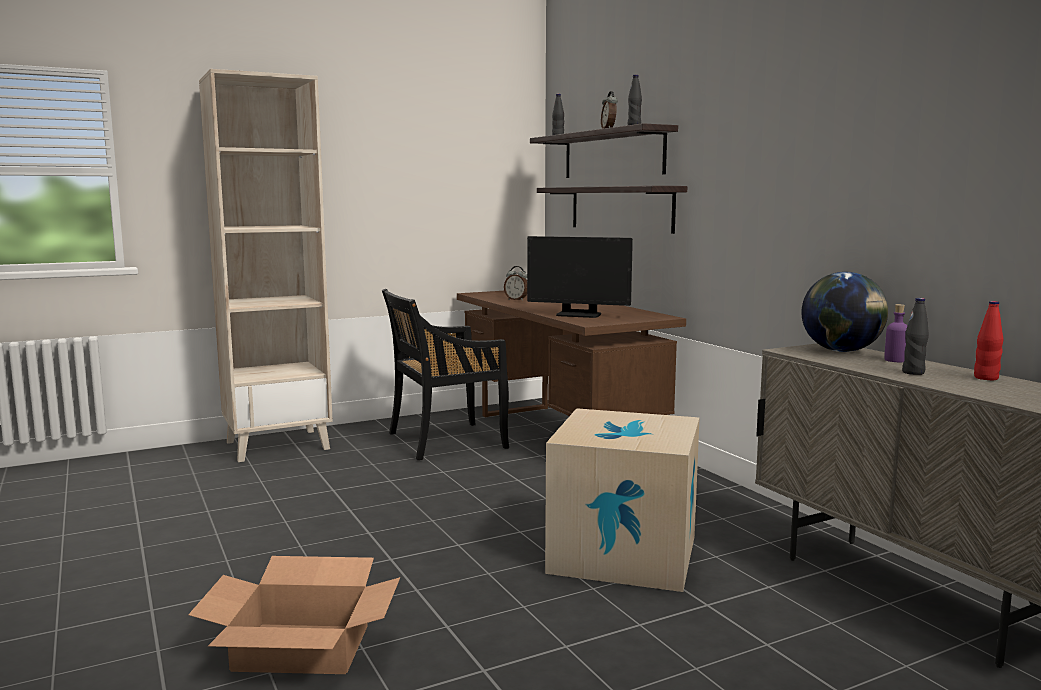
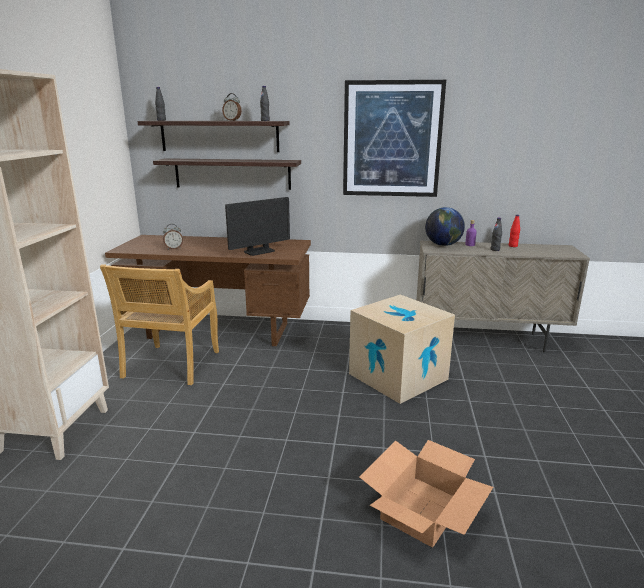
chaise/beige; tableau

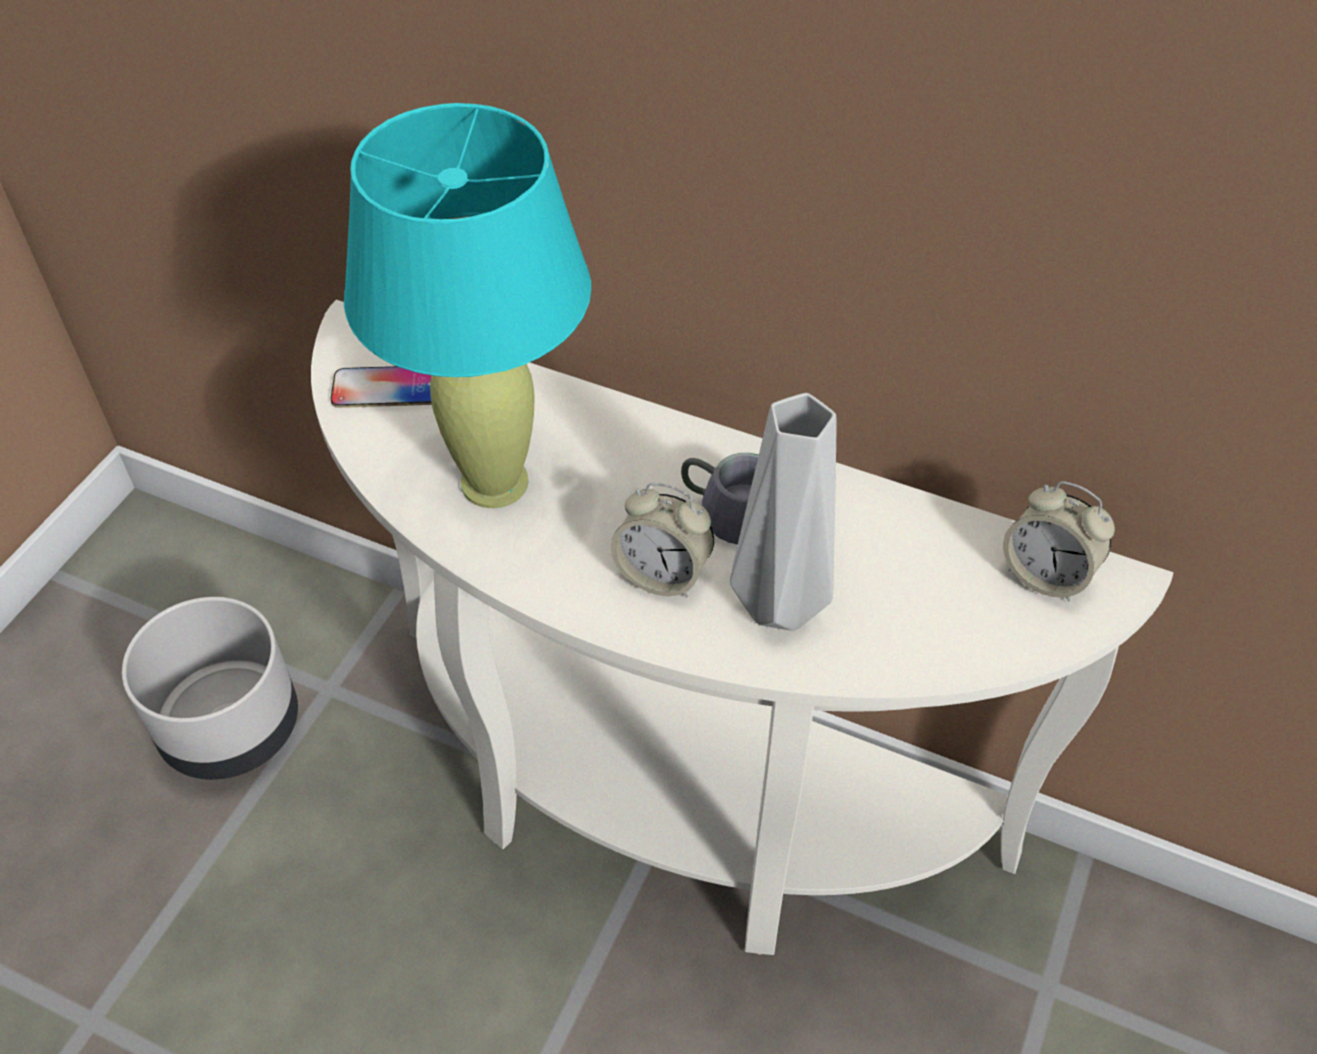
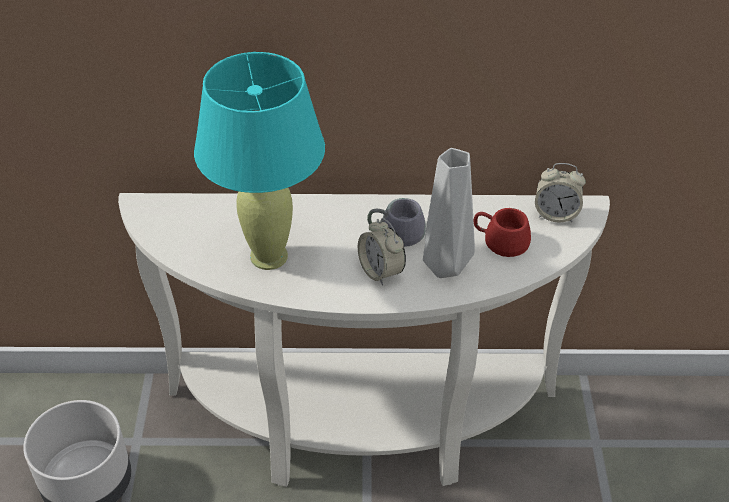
téléphone; réveil (no. 1 from left); mug/rouge

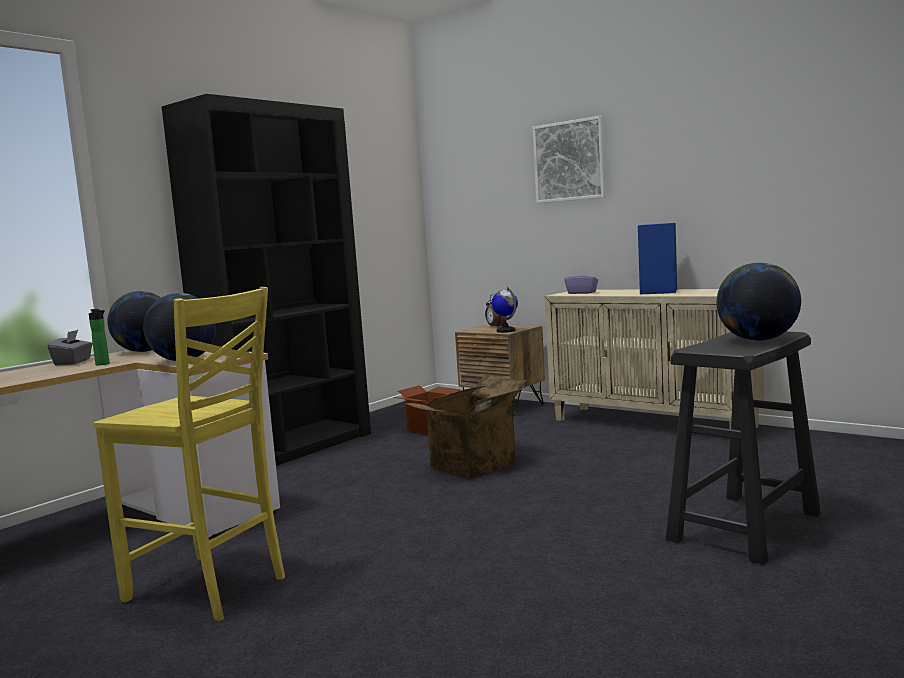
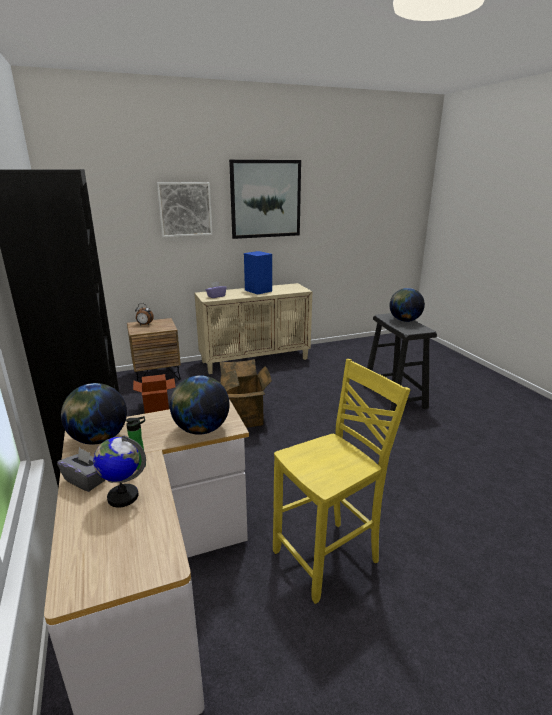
globe (no. 2 from left); tableau (no. 2 from left)

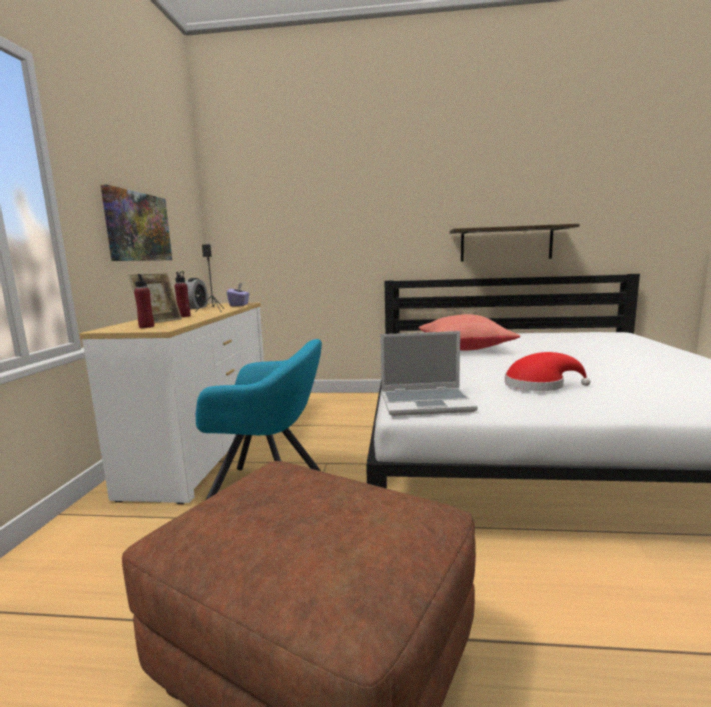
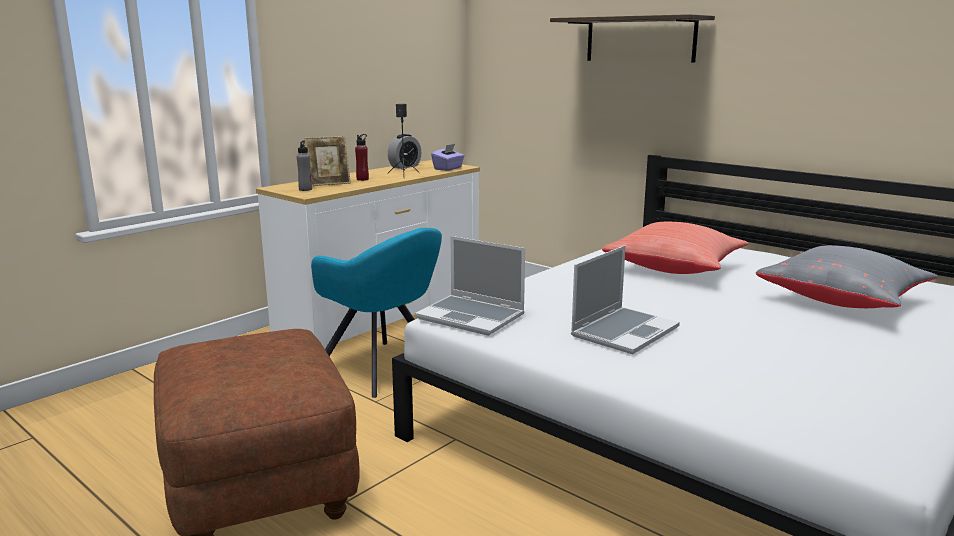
tableau; étagère; bouteille/gris; ordinateur portable (no. 2 from left); coussin/gris

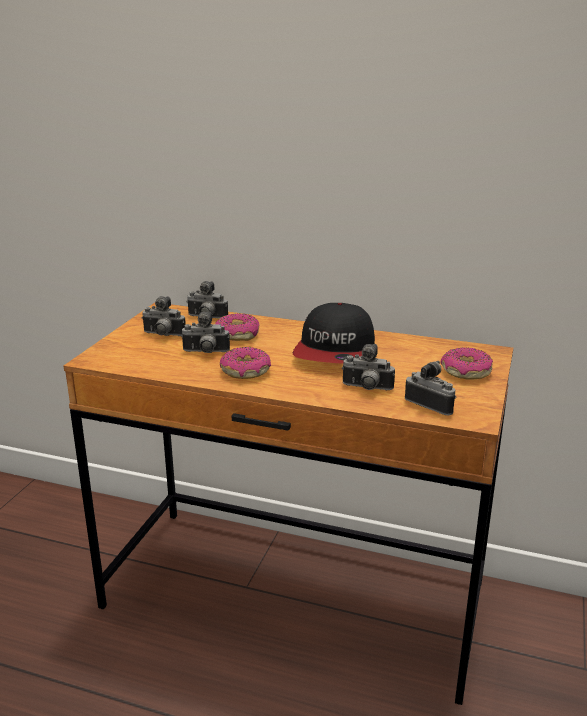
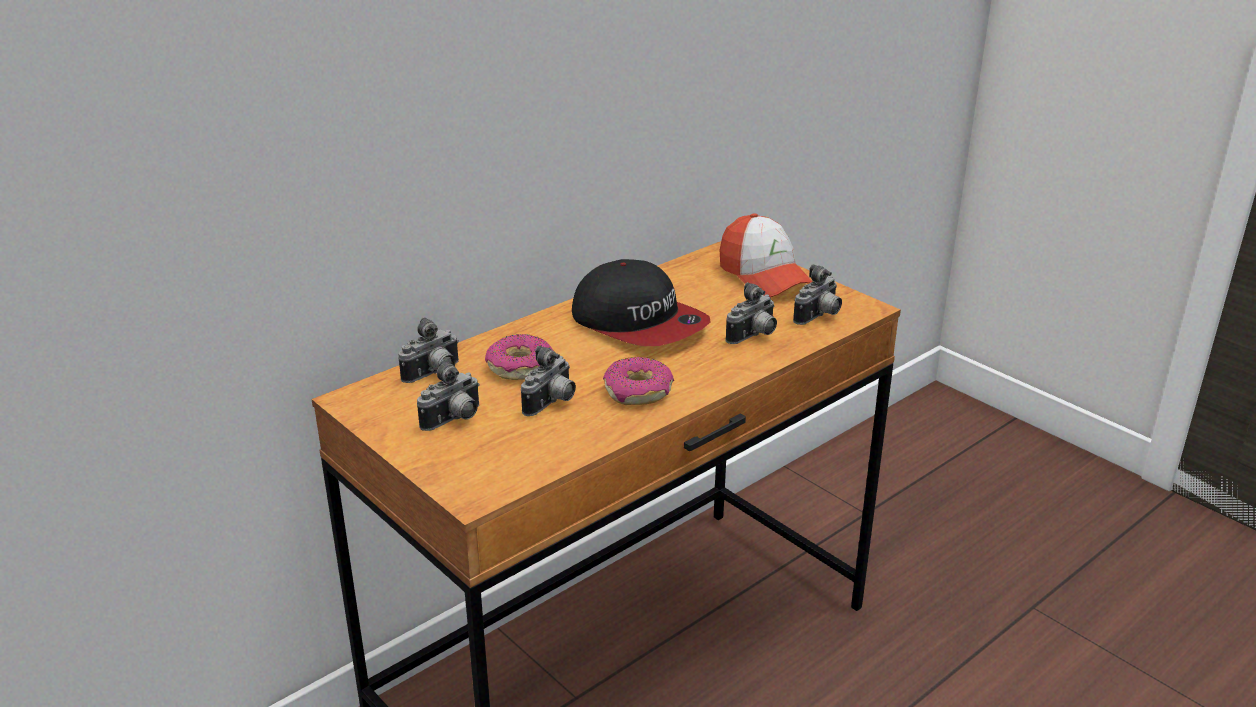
casquette (no. 2 from left); appareil photo (no. 5 from left)

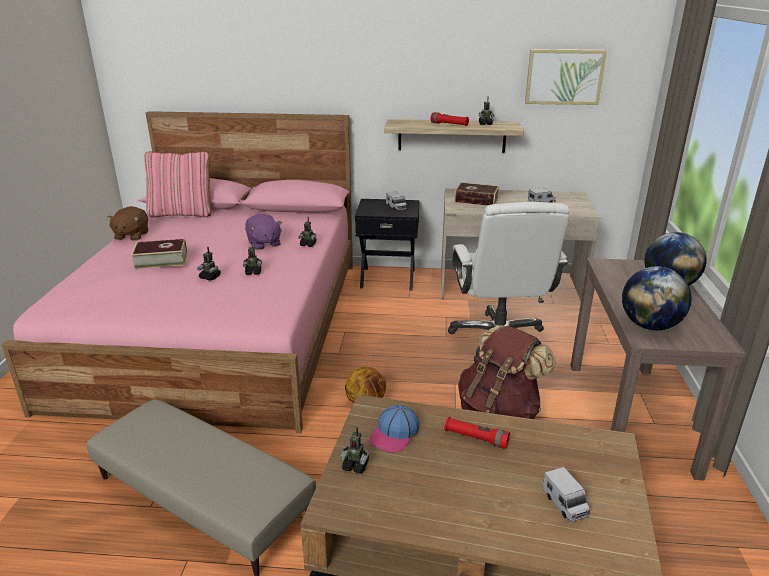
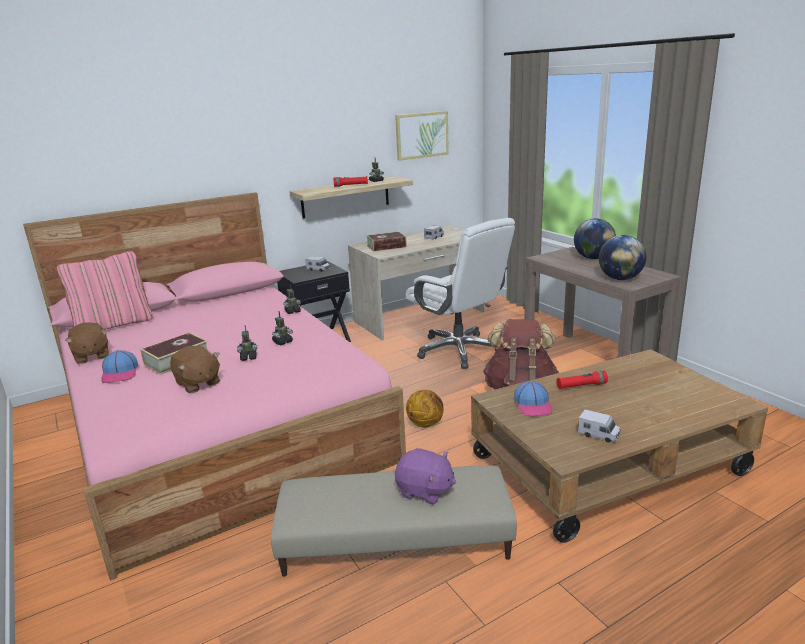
peluche/violet; robot jouet (no. 4 from left in the first image); camion jouet (no. 3 from left); peluche/marron (no. 2 from left); casquette (no. 1 from left)

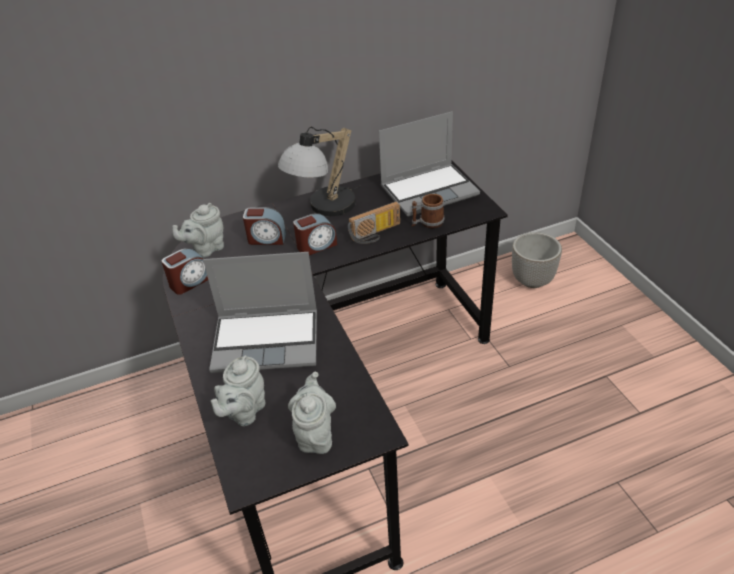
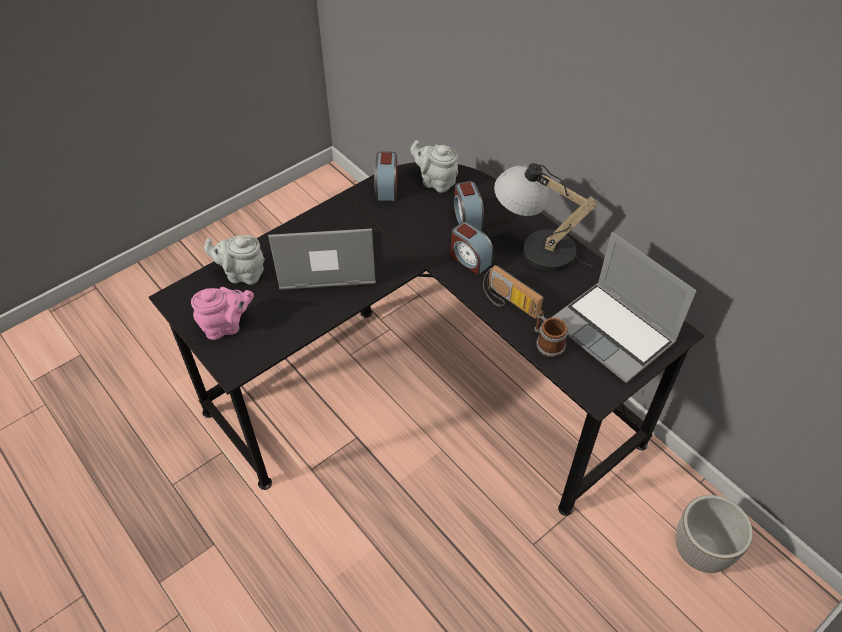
réveil (no. 1 from left); ordinateur portable (no. 1 from left); théière/rose

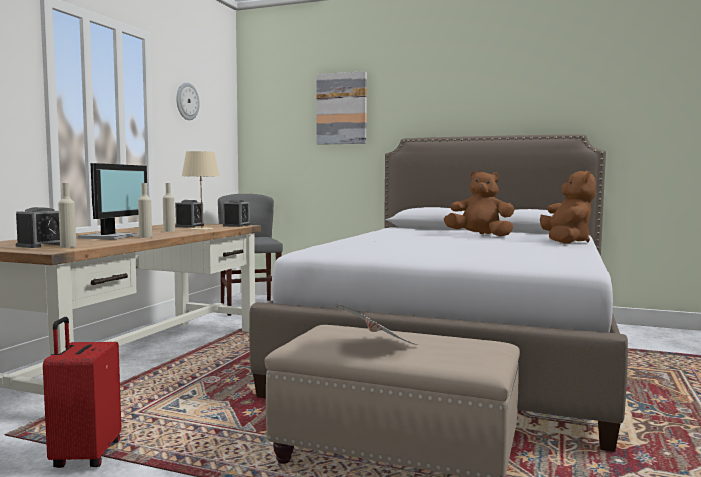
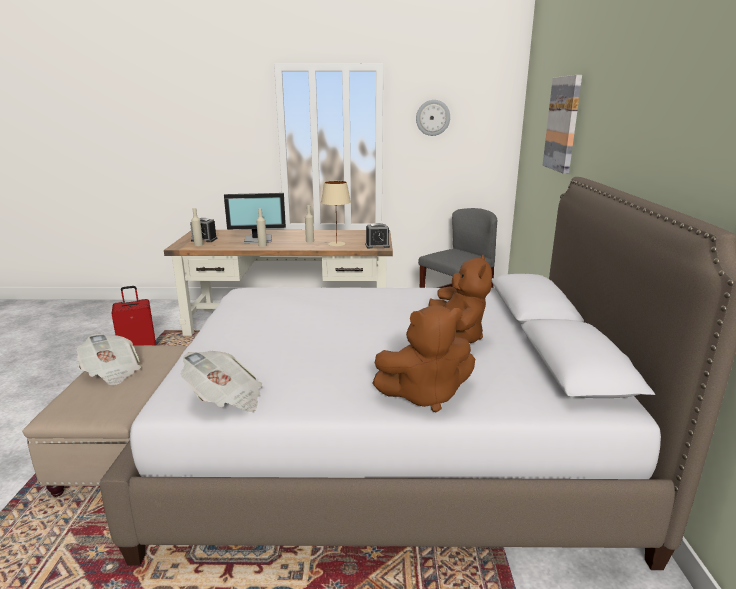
réveil (no. 2 from left in the first image); journal (no. 2 from left)

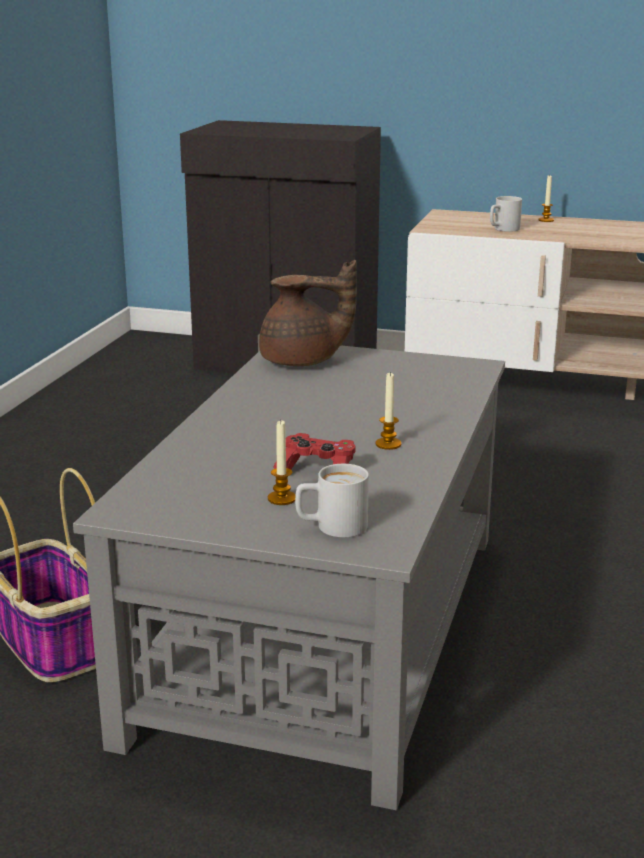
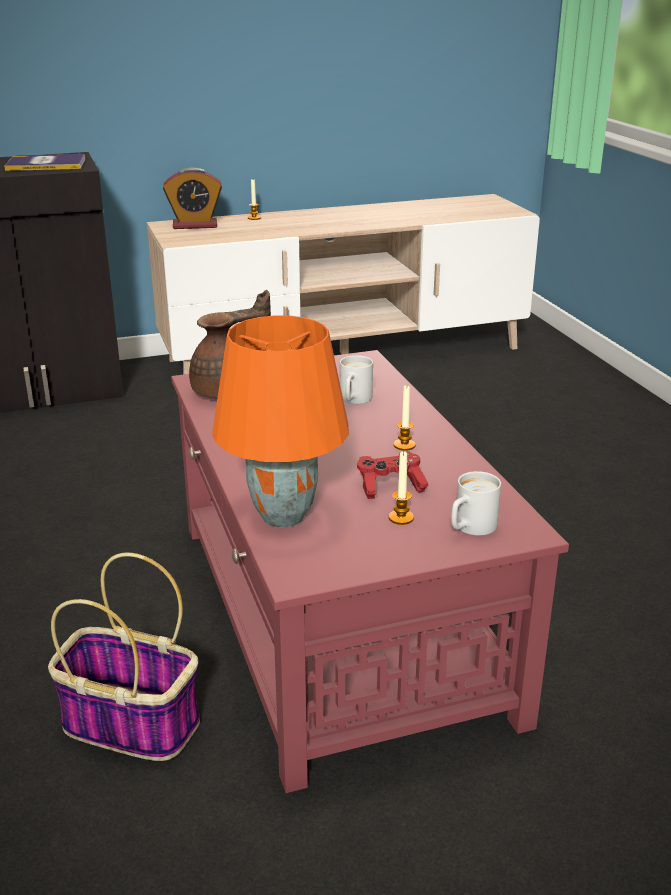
mug/blanc (no. 1 from left); table basse/rouge; livre; réveil; lampe de table/orange

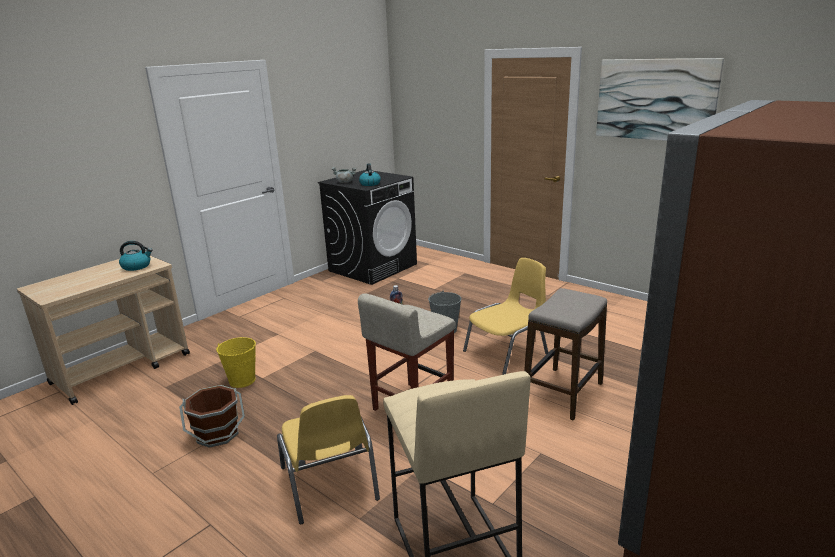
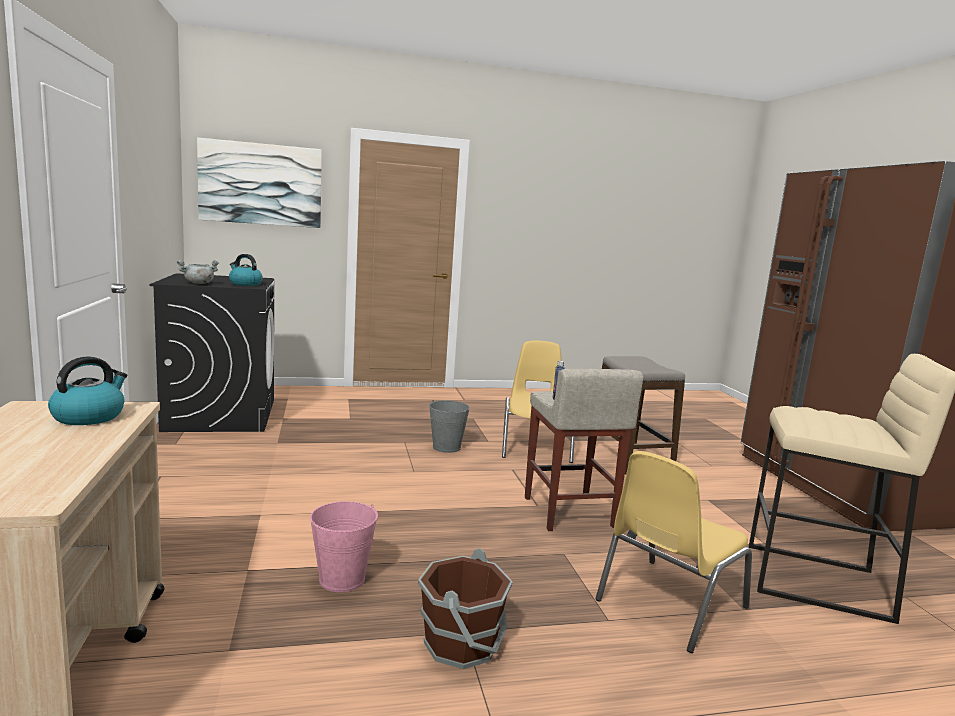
tableau; seau/rose; chaise/jaune (no. 2 from left)

